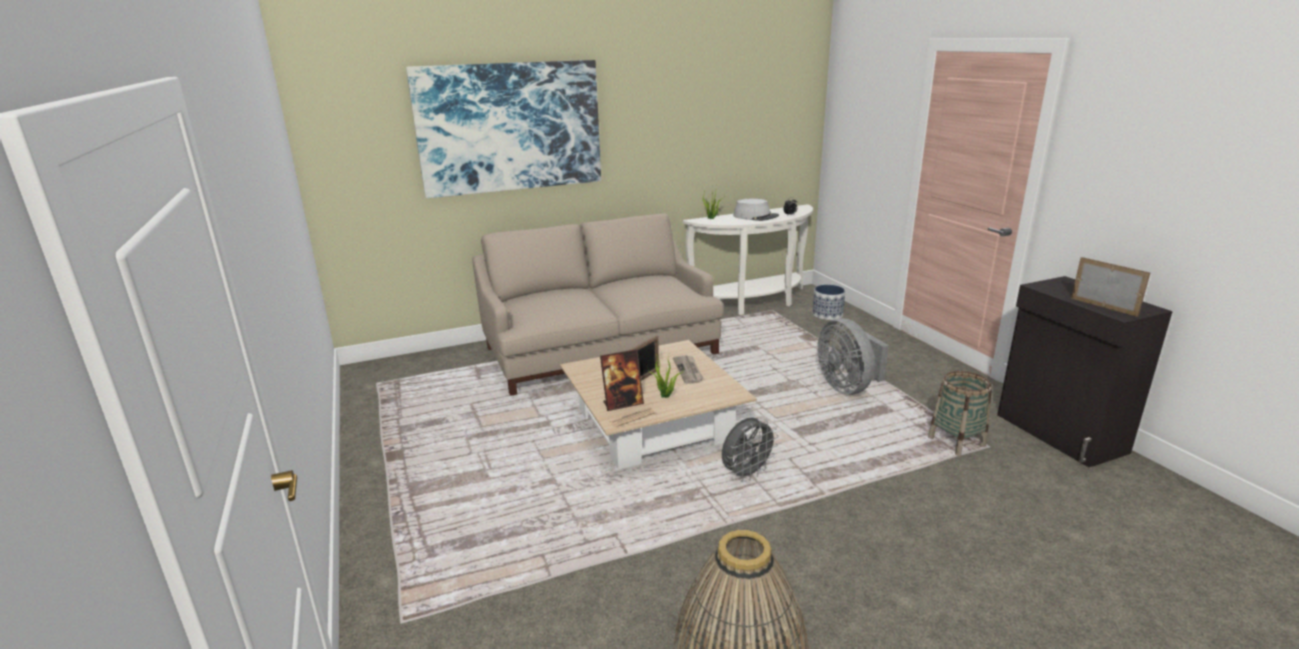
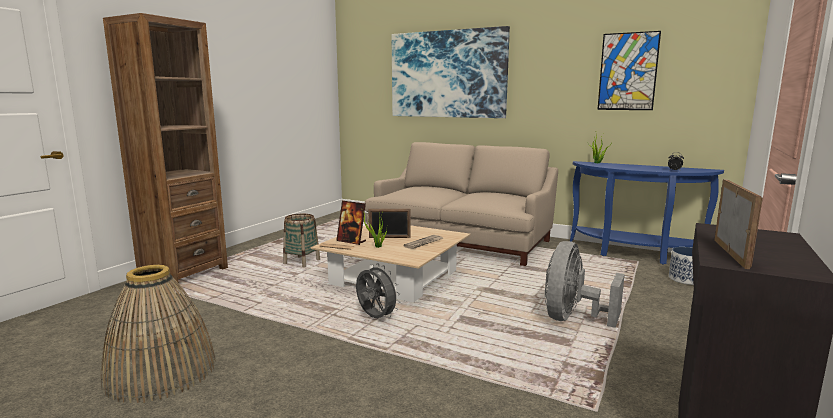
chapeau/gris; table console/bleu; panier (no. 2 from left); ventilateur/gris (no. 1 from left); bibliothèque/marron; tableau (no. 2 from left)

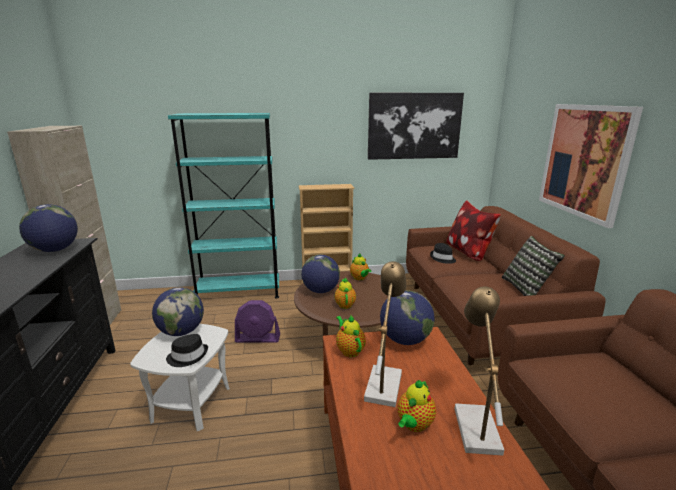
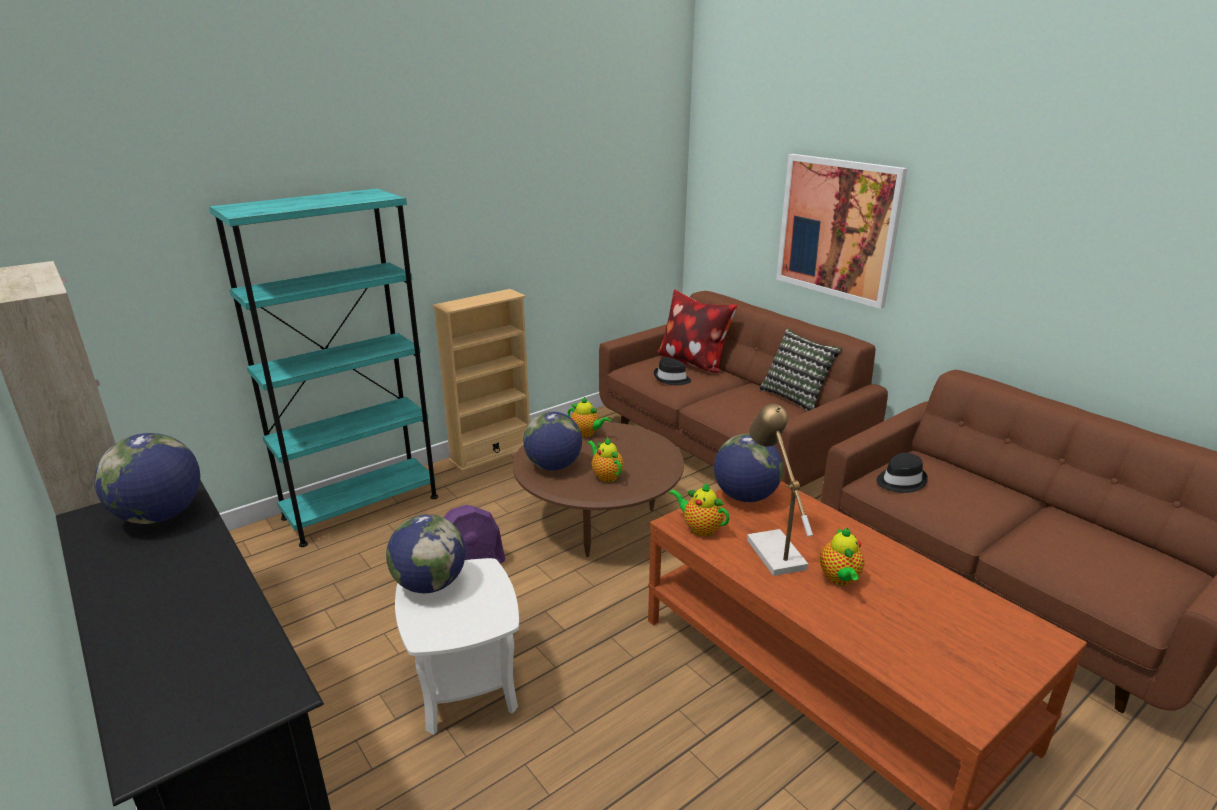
tableau (no. 1 from left in the first image); lampe de table (no. 2 from left in the first image); chapeau/noir (no. 2 from left)

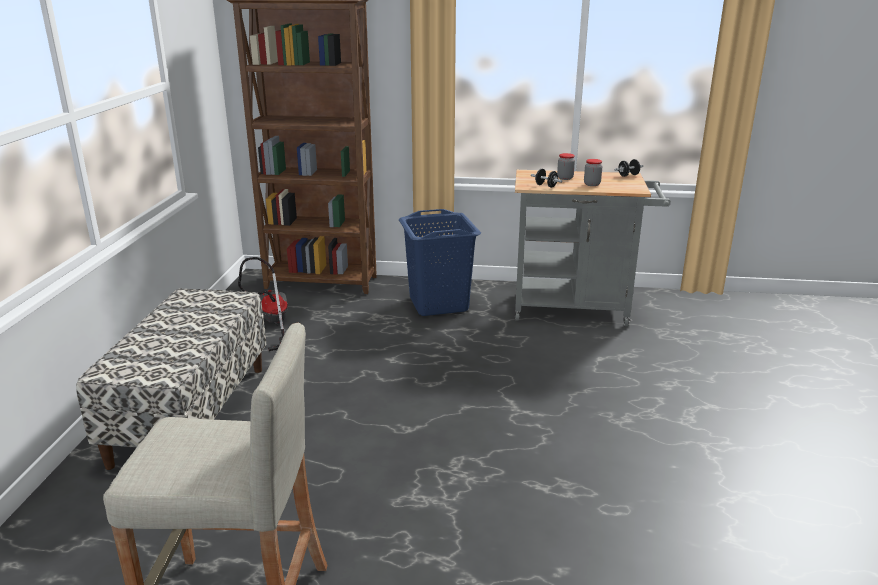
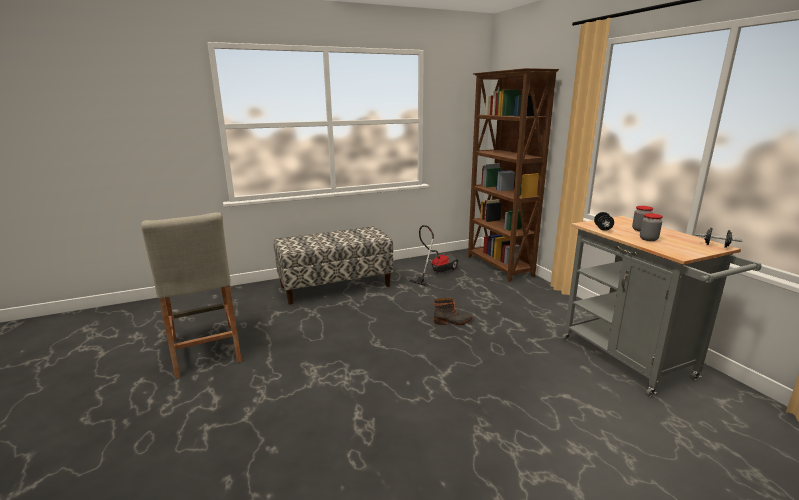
panier à linge/bleu; botte

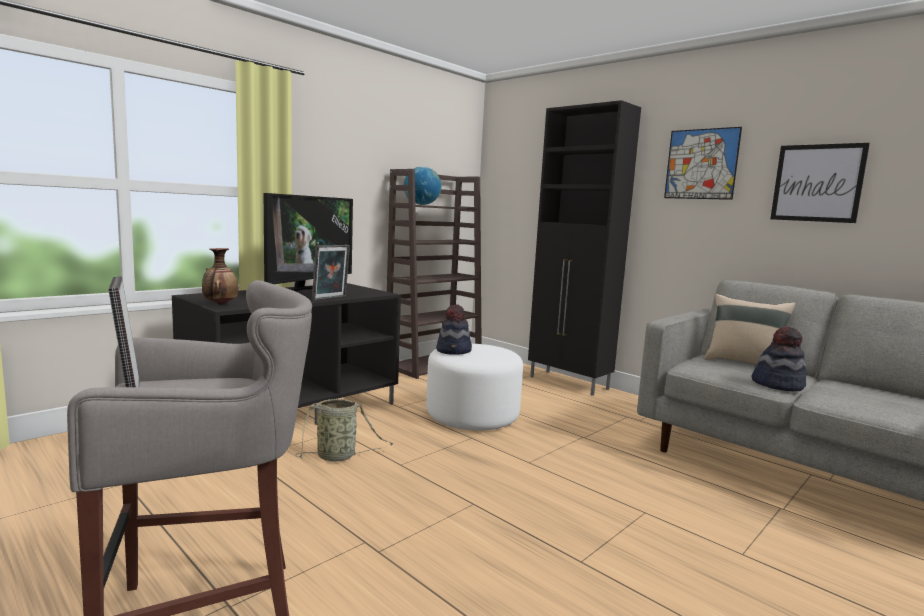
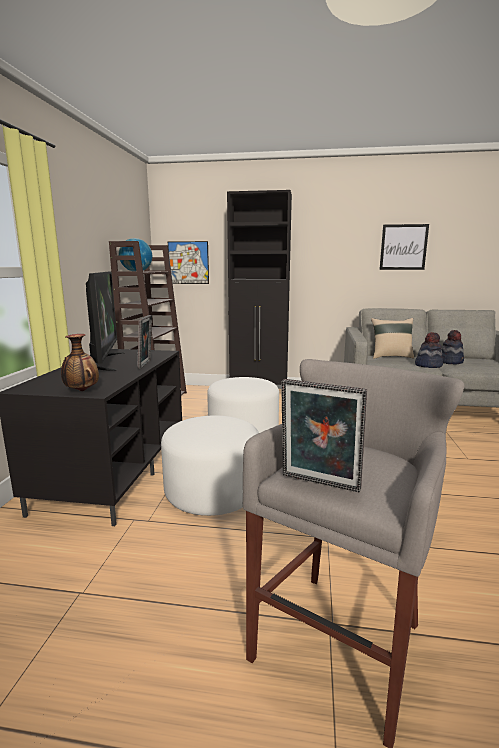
tableau (no. 1 from left); chapeau (no. 2 from left); pouf/blanc (no. 1 from left)

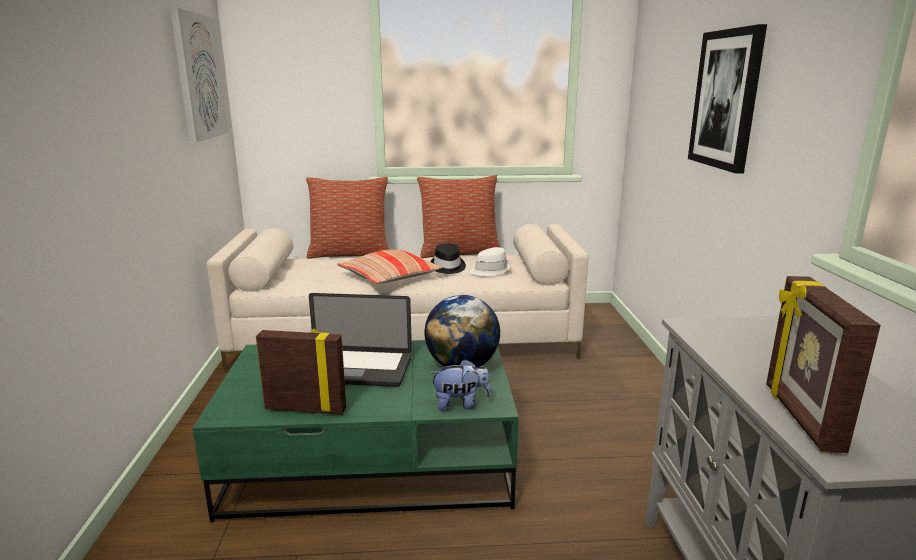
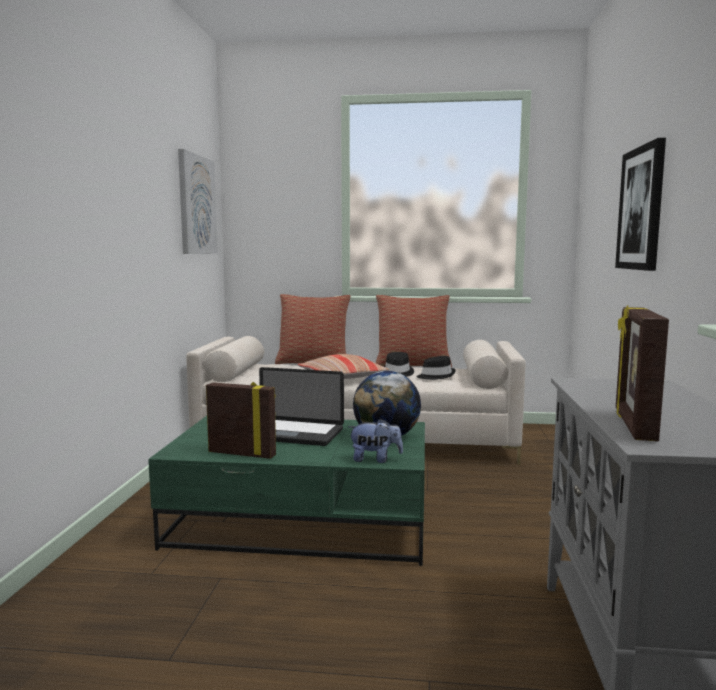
chapeau/noir (no. 2 from left)

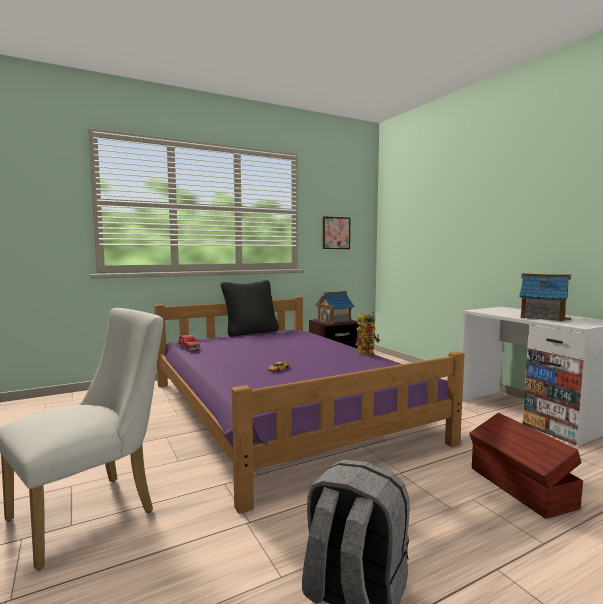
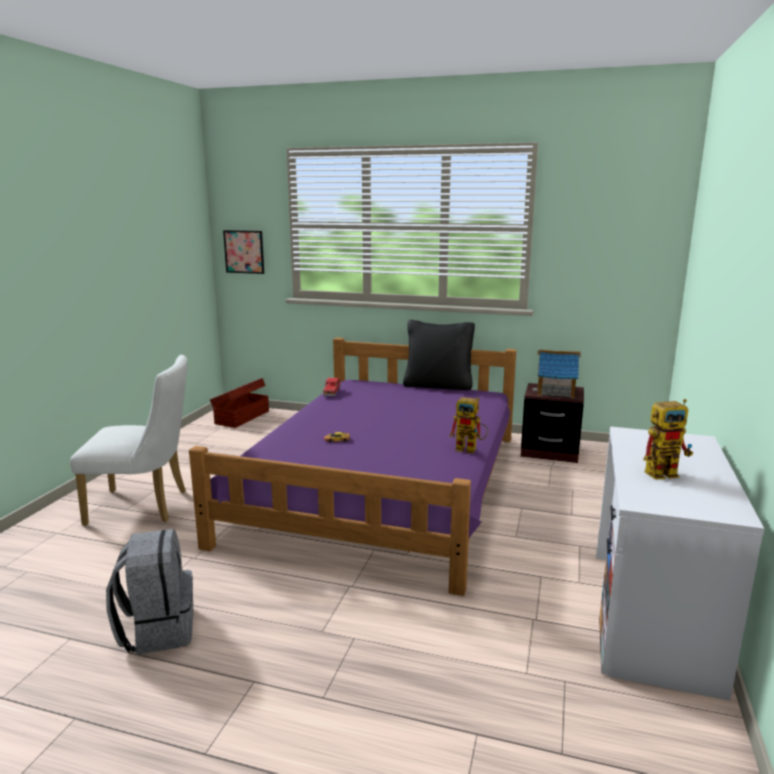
tableau; robot jouet (no. 2 from left); boîte de rangement/marron

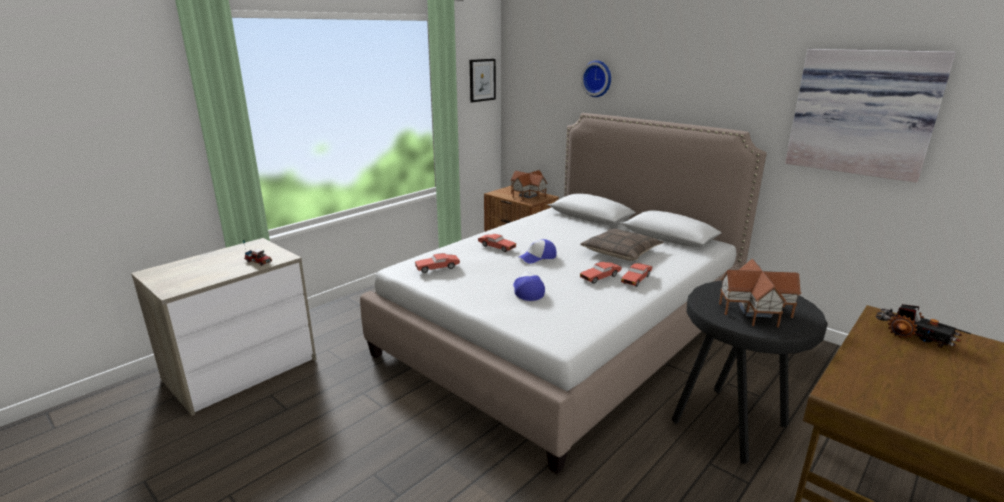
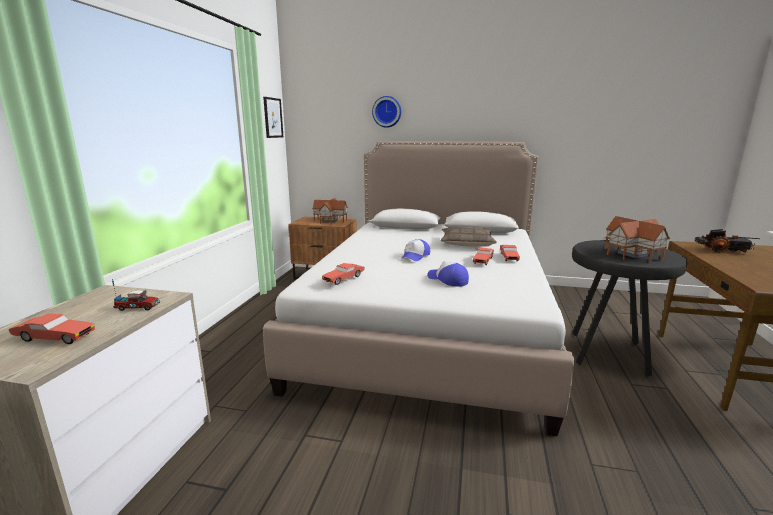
tableau (no. 2 from left in the first image); petite voiture/rouge (no. 1 from left)

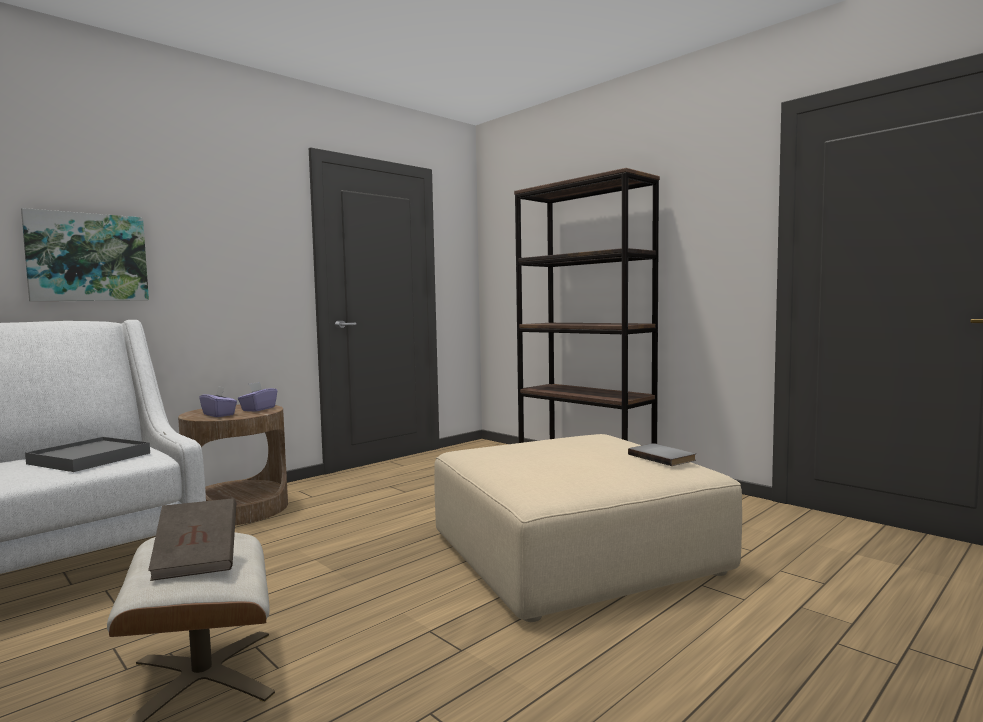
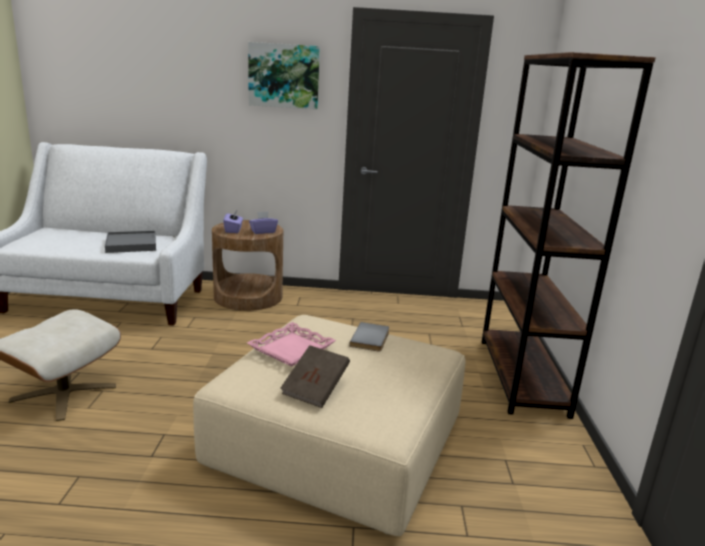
tableau; livre/gris; livre/marron; plateau/rose

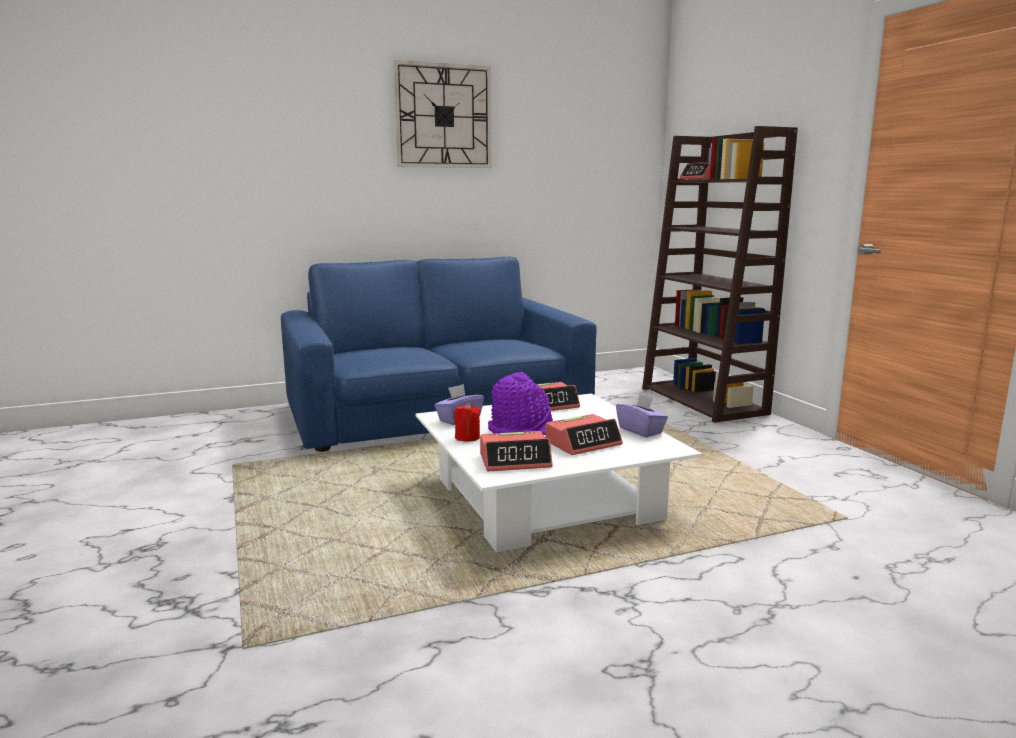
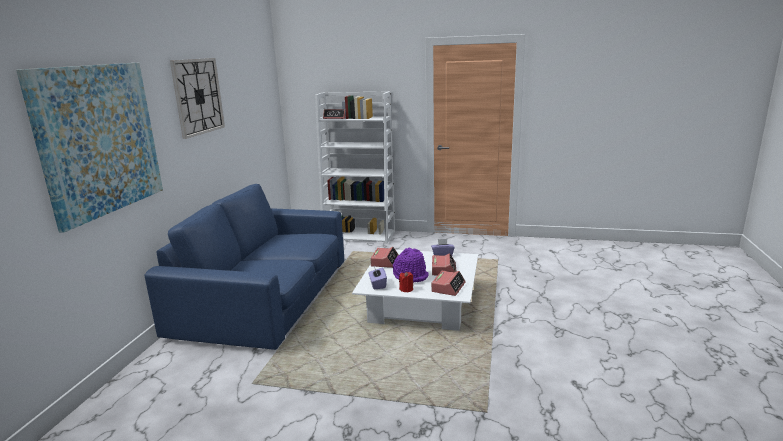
bibliothèque/blanc; tableau

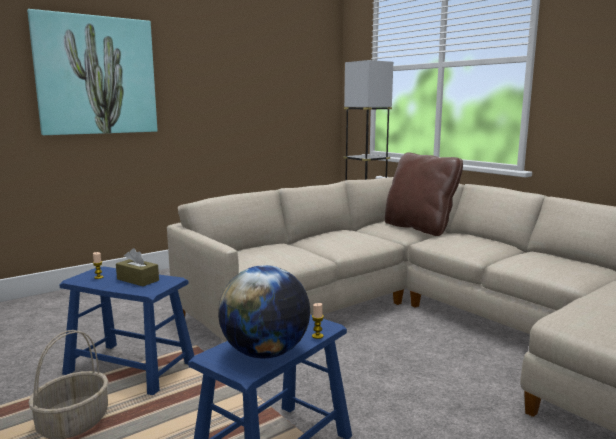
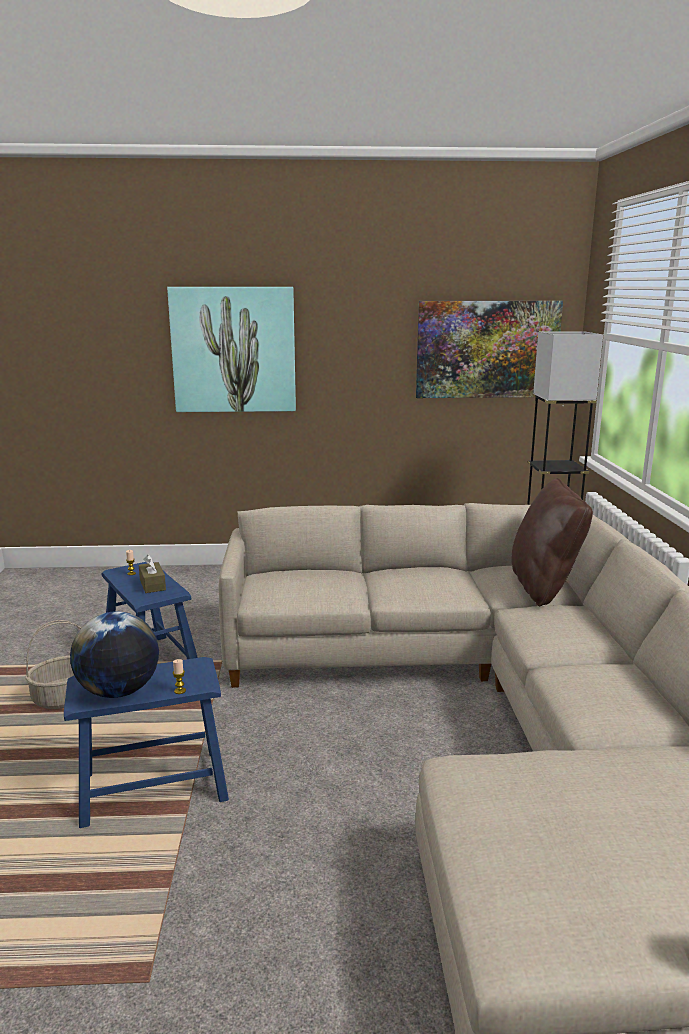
tableau (no. 2 from left)

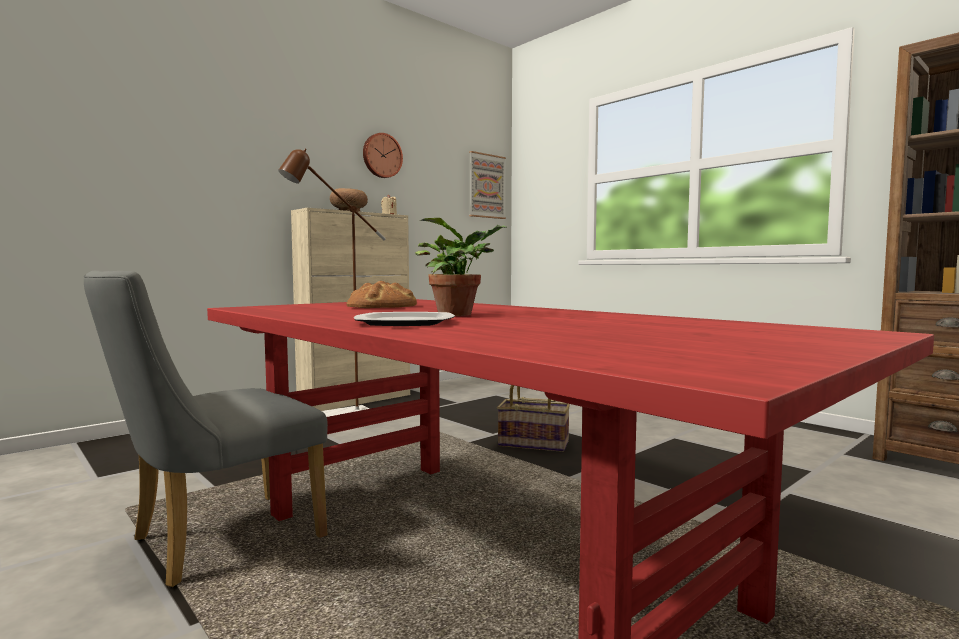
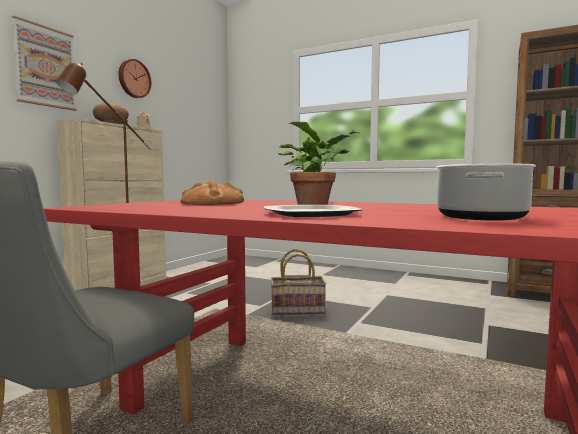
tableau; marmite

